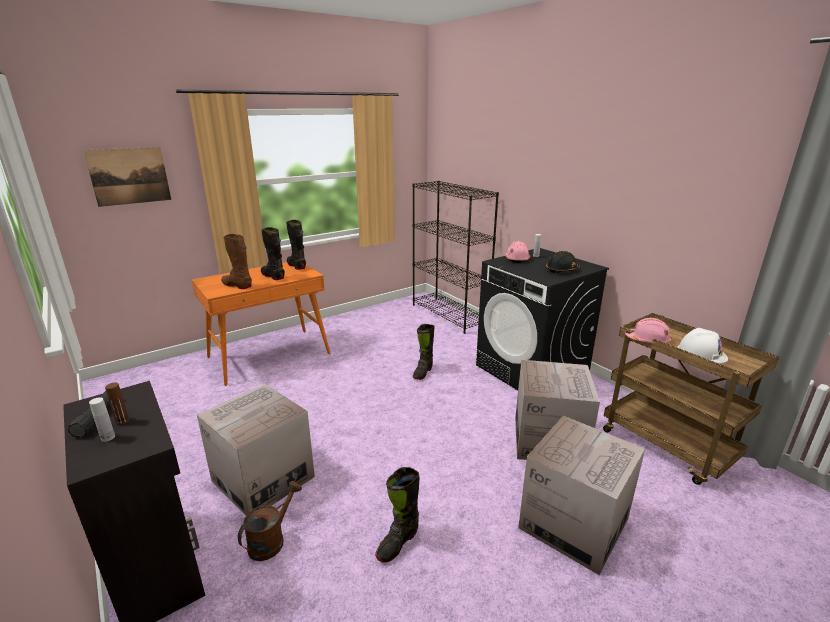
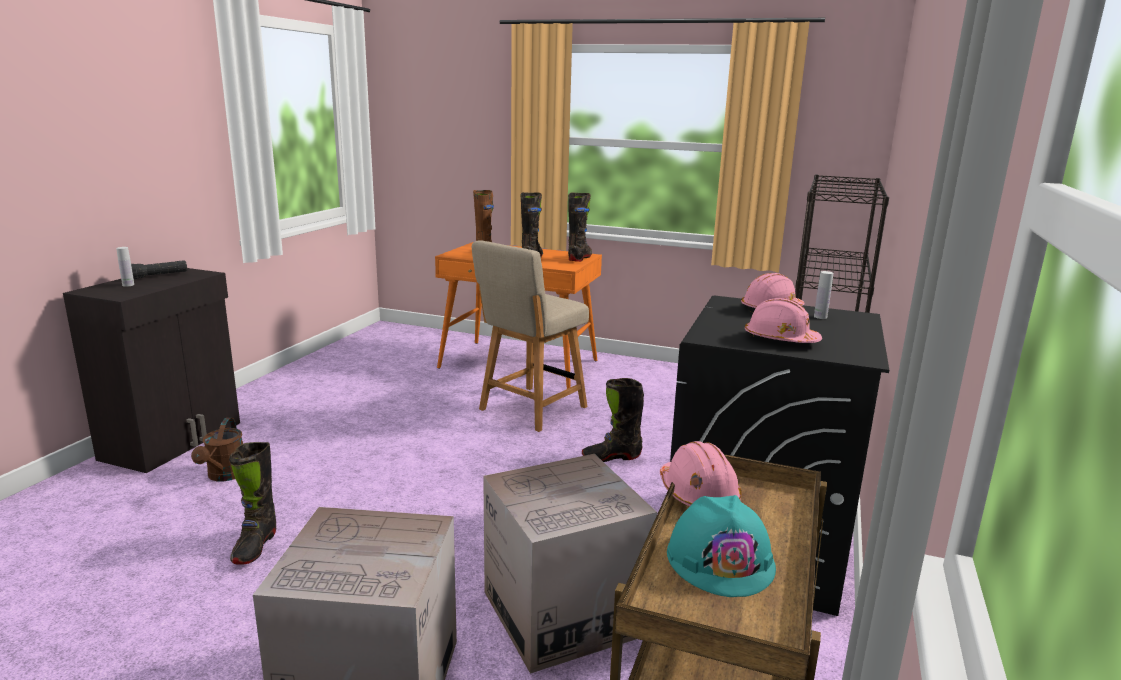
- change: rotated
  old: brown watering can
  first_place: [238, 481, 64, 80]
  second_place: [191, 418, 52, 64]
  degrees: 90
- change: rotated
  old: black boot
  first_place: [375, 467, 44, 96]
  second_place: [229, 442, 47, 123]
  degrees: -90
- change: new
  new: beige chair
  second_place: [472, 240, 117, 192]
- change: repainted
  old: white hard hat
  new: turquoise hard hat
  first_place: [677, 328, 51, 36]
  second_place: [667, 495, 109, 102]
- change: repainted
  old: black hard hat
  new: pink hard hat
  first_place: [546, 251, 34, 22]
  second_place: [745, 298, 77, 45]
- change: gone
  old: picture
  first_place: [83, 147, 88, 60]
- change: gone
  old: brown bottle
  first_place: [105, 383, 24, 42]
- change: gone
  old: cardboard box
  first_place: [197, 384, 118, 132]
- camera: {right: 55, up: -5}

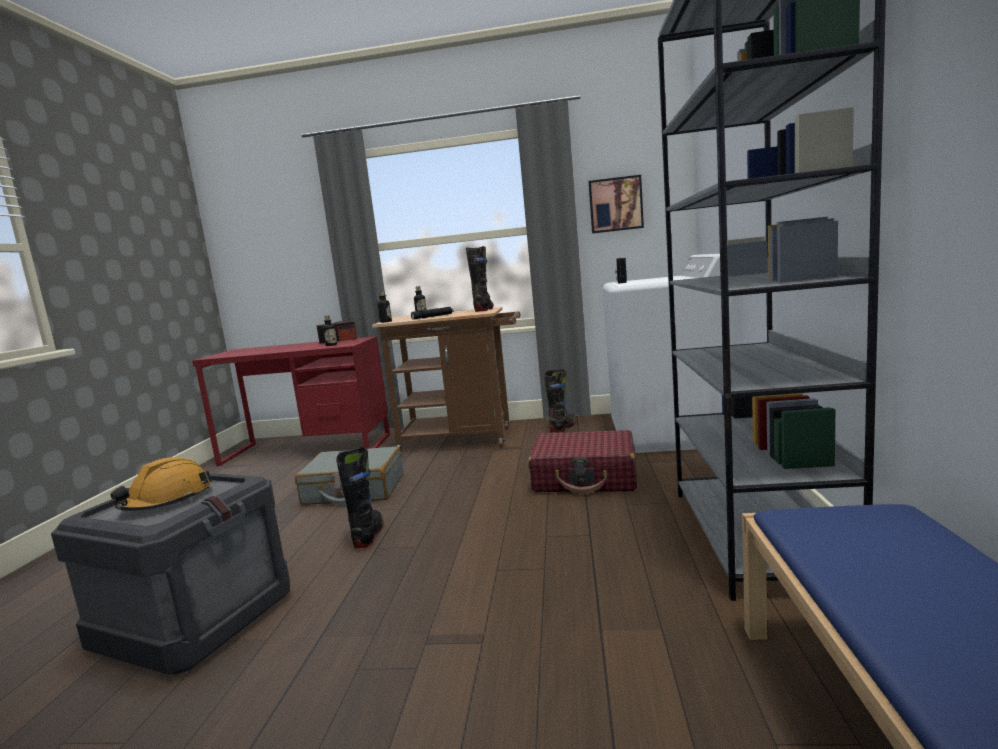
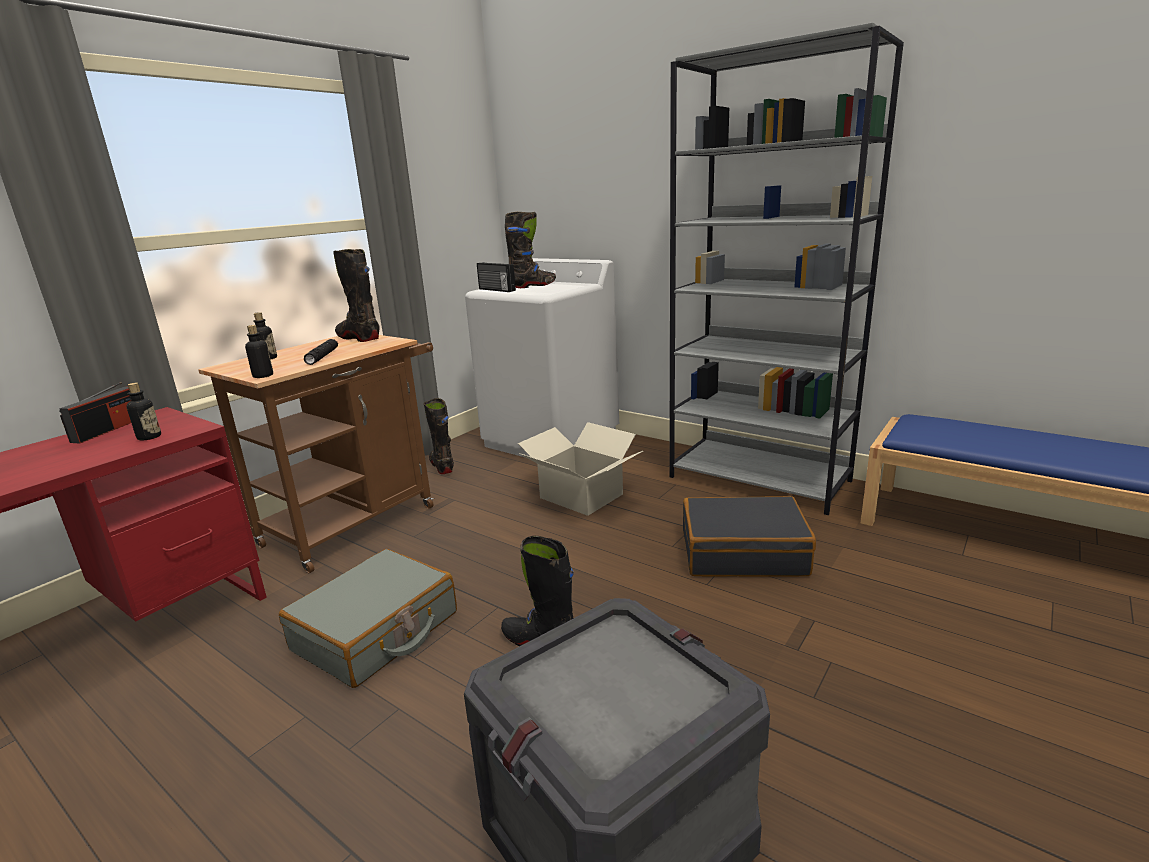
- change: new
  new: black boot
  second_place: [505, 212, 51, 76]
- change: swapped
  old: red suitcase
  new: cardboard box
  first_place: [528, 430, 109, 64]
  second_place: [518, 422, 125, 94]
- change: new
  new: black suitcase
  second_place: [683, 496, 133, 80]
- change: gone
  old: orange hard hat
  first_place: [110, 457, 102, 54]
- change: gone
  old: picture
  first_place: [589, 175, 55, 58]
- camera: {right: -60, up: 10}

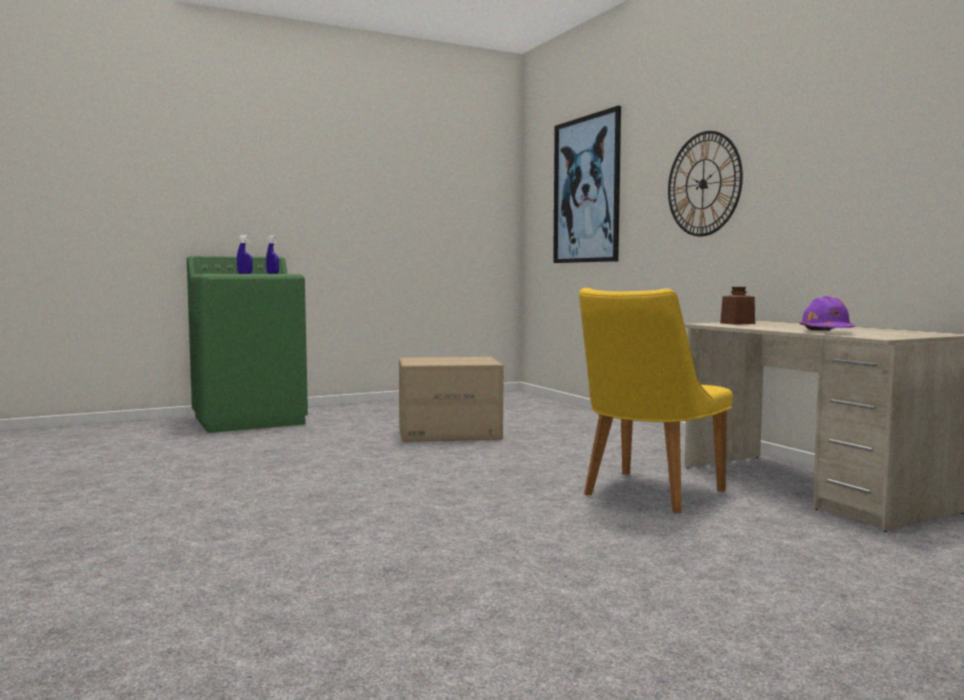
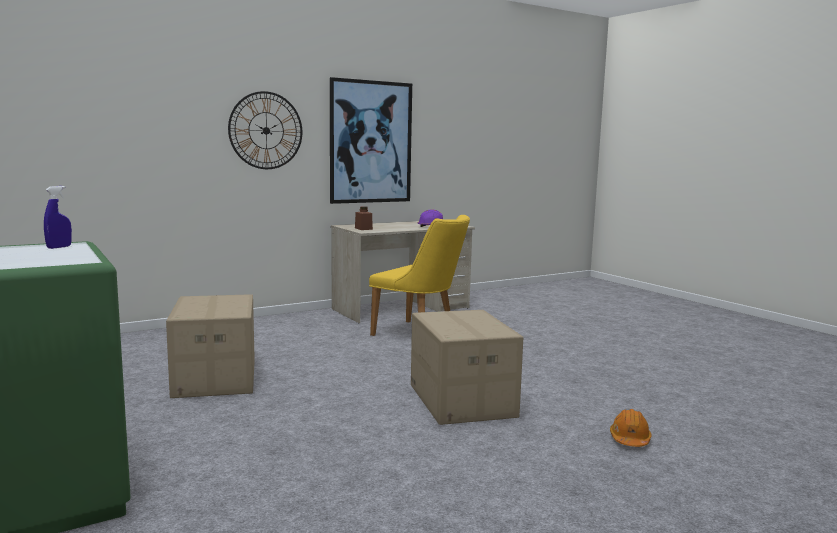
- change: shifted
  old: picture
  first_place: [553, 106, 68, 157]
  second_place: [330, 77, 82, 127]
- change: new
  new: cardboard box
  second_place: [411, 310, 112, 115]
- change: new
  new: orange hard hat
  second_place: [610, 409, 42, 38]
- change: gone
  old: blue spray bottle
  first_place: [237, 235, 16, 39]
- camera: {right: -95, up: 5}

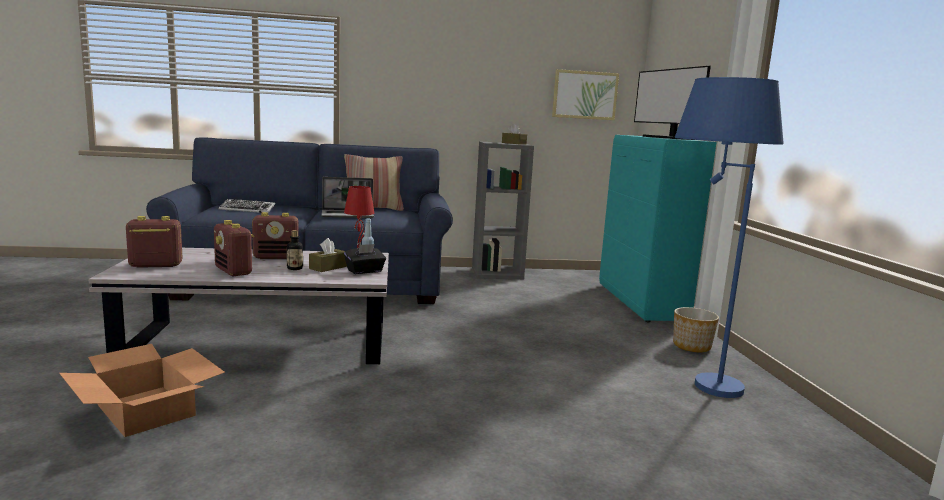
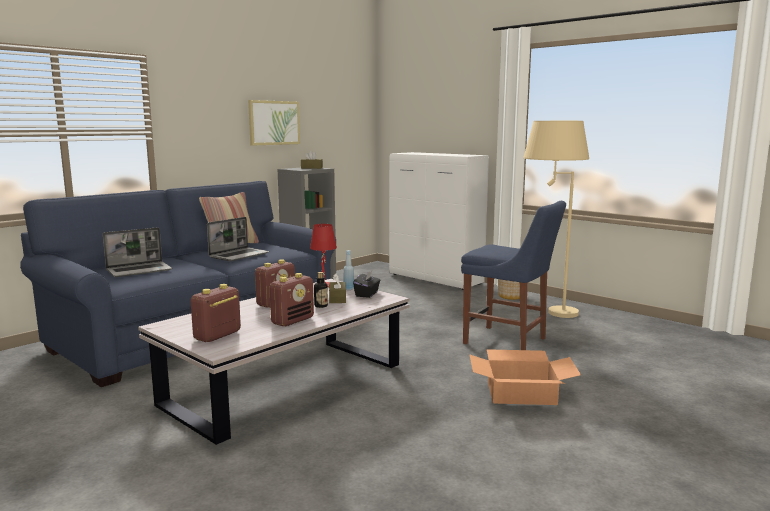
- change: swapped
  old: keyboard
  new: laptop
  first_place: [219, 199, 56, 14]
  second_place: [103, 227, 69, 50]
- change: shifted
  old: picture
  first_place: [552, 69, 67, 51]
  second_place: [248, 100, 52, 46]
- change: rotated
  old: radio
  first_place: [214, 220, 41, 56]
  second_place: [269, 273, 45, 53]
  degrees: -60
- change: repainted
  old: turquoise cabinet
  new: white cabinet
  first_place: [599, 135, 118, 188]
  second_place: [389, 152, 100, 138]
- change: new
  new: blue chair
  second_place: [461, 201, 105, 149]
- change: shifted
  old: cardboard box
  first_place: [59, 344, 166, 93]
  second_place: [469, 349, 112, 56]
- change: repainted
  old: blue floor lamp
  new: beige floor lamp
  first_place: [675, 77, 108, 321]
  second_place: [524, 121, 65, 197]
- change: gone
  old: monitor
  first_place: [634, 66, 77, 74]
- camera: {right: -40, up: 0}

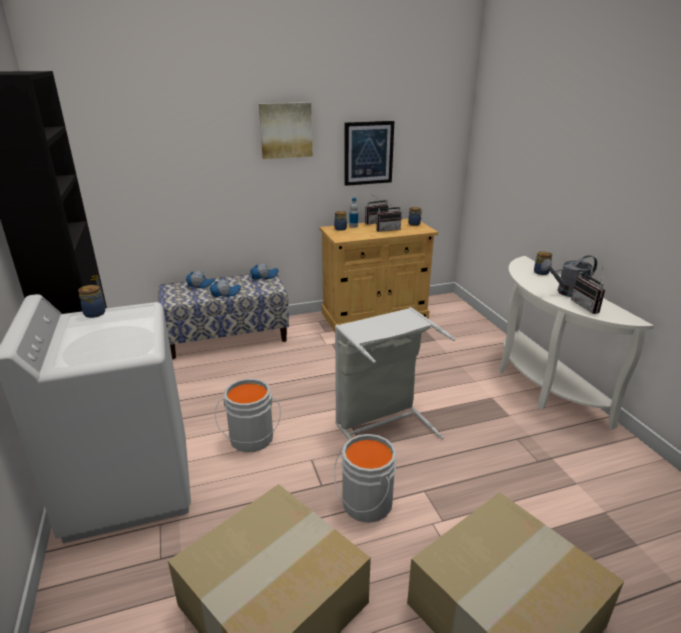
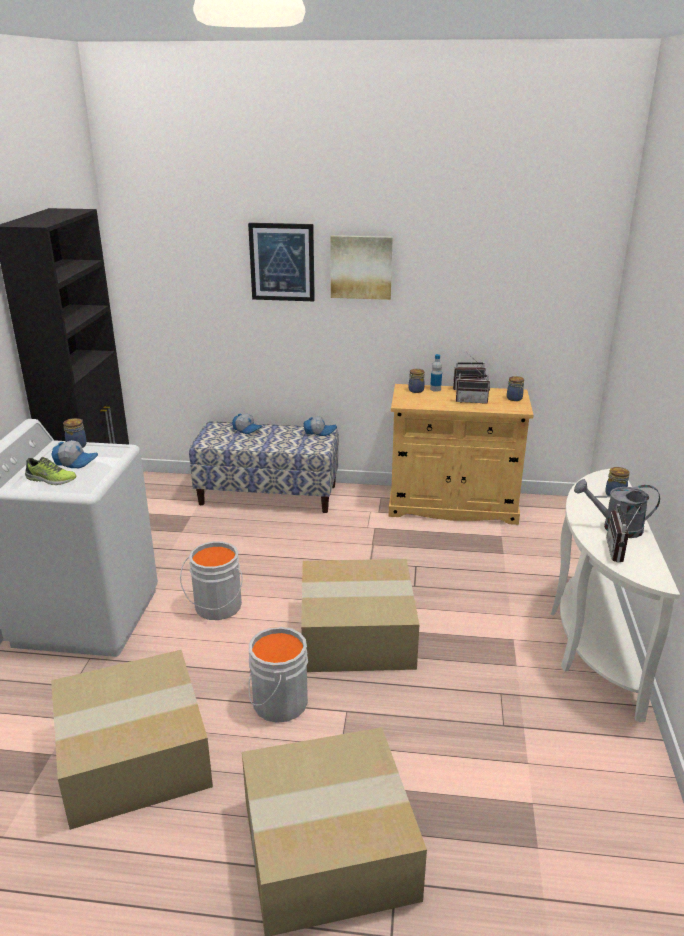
- change: new
  new: shoe
  second_place: [25, 457, 52, 28]
- change: shifted
  old: cap
  first_place: [210, 280, 31, 17]
  second_place: [51, 440, 47, 28]
- change: shifted
  old: picture
  first_place: [344, 121, 50, 65]
  second_place: [248, 223, 67, 78]
- change: swapped
  old: grey laundry basket
  new: cardboard box
  first_place: [335, 307, 120, 133]
  second_place: [301, 559, 118, 113]
- camera: {right: 25, up: 0}

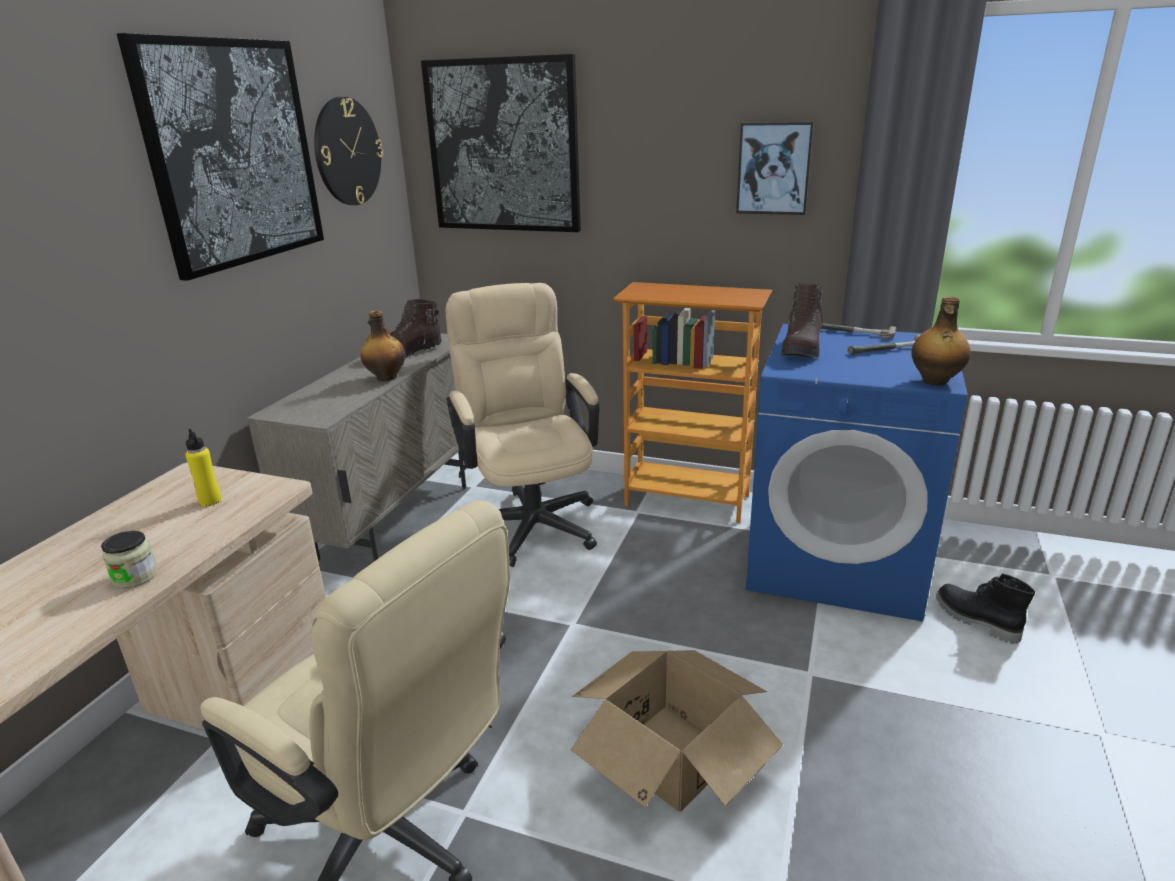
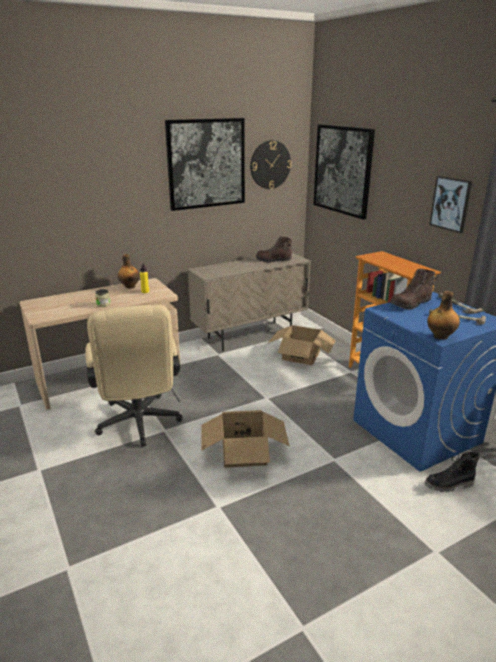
- change: shifted
  old: bottle
  first_place: [361, 311, 44, 70]
  second_place: [118, 254, 22, 35]
- change: swapped
  old: beige office chair
  new: cardboard box
  first_place: [446, 283, 154, 284]
  second_place: [268, 325, 68, 40]
- change: rotated
  old: black boot
  first_place: [936, 573, 99, 71]
  second_place: [425, 451, 55, 42]
  degrees: -105
- camera: {right: 40, up: 0}

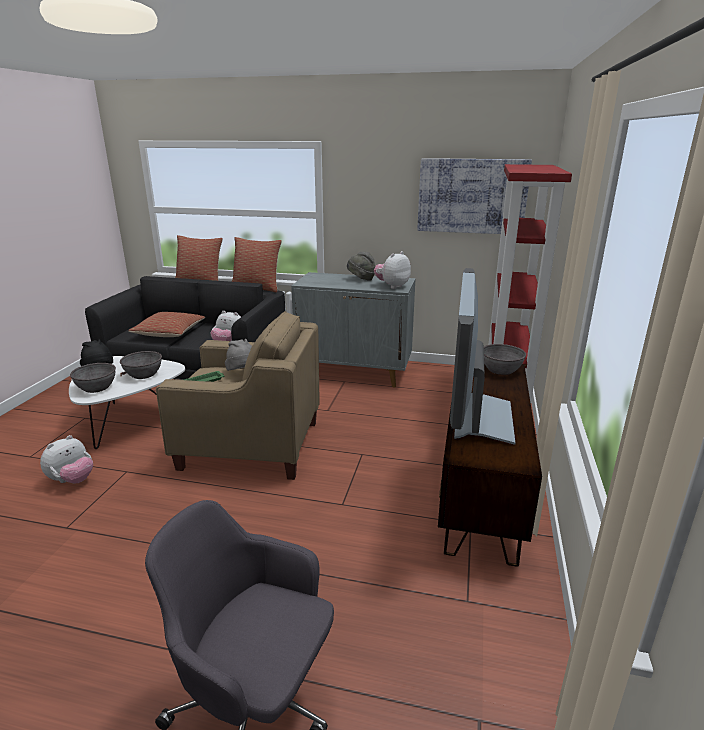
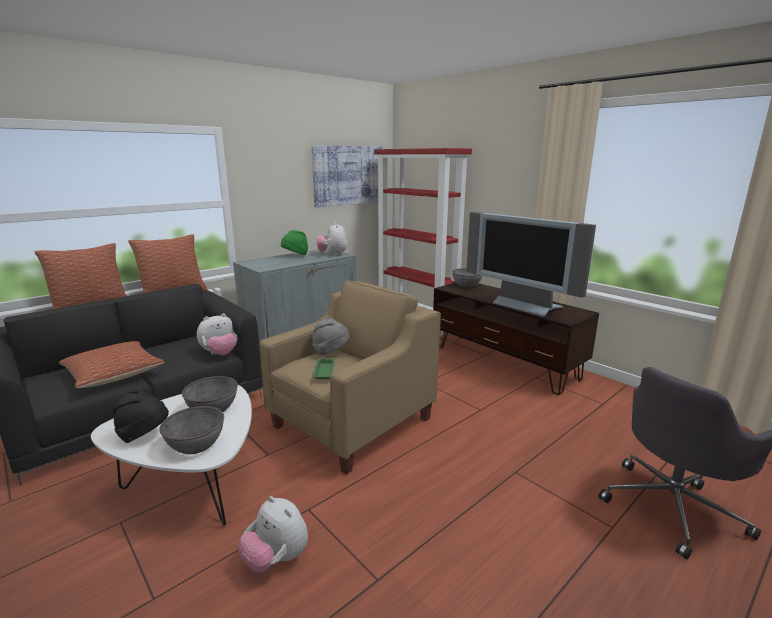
- change: rotated
  old: plush toy
  first_place: [40, 435, 53, 49]
  second_place: [238, 496, 70, 77]
  degrees: 150
- change: repainted
  old: grey hat
  new: green hat
  first_place: [347, 252, 28, 29]
  second_place: [281, 230, 27, 25]
- camera: {right: -55, up: -5}

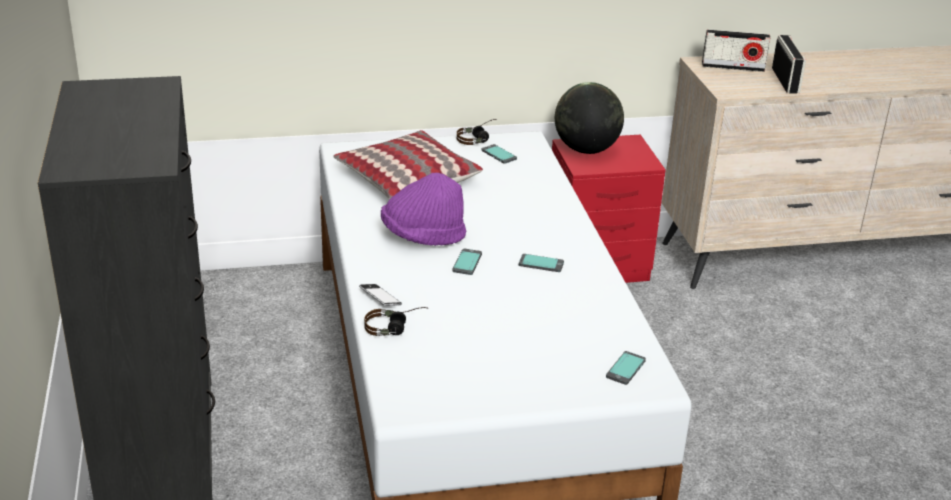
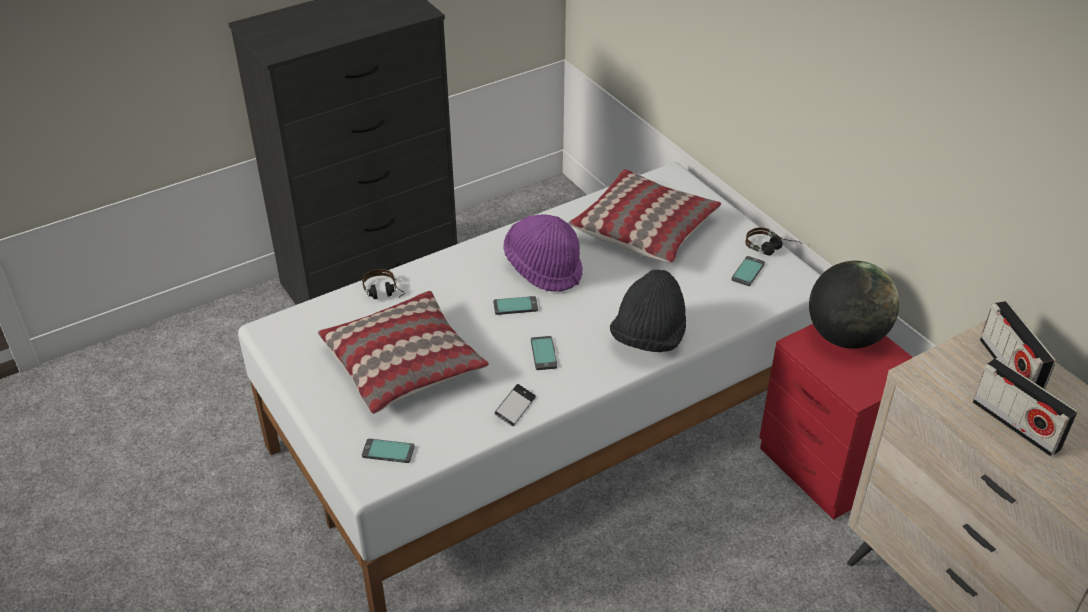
- change: new
  new: pillow
  second_place: [318, 291, 171, 123]
- change: shifted
  old: phone
  first_place: [359, 284, 43, 22]
  second_place: [494, 384, 42, 42]
- change: new
  new: black hat
  second_place: [610, 270, 76, 82]
- change: rotated
  old: radio
  first_place: [772, 35, 34, 59]
  second_place: [973, 358, 105, 99]
  degrees: 75
- camera: {right: 70, up: 10}

